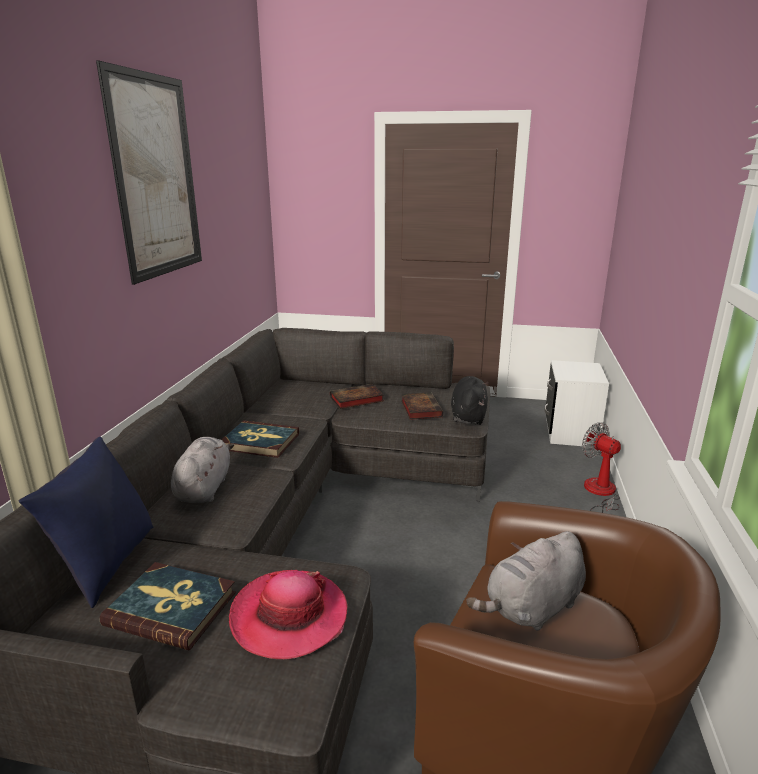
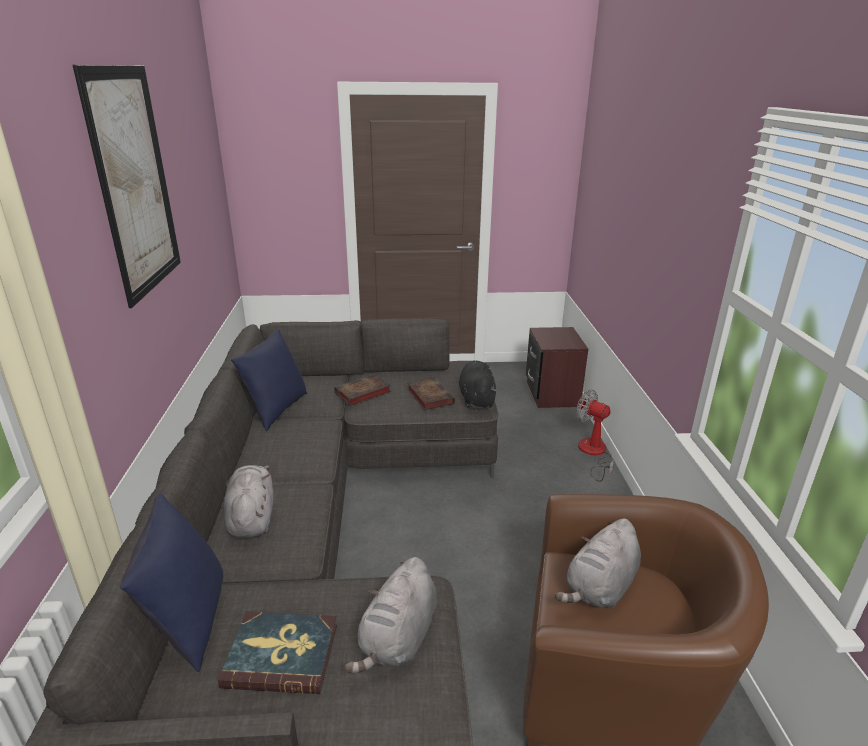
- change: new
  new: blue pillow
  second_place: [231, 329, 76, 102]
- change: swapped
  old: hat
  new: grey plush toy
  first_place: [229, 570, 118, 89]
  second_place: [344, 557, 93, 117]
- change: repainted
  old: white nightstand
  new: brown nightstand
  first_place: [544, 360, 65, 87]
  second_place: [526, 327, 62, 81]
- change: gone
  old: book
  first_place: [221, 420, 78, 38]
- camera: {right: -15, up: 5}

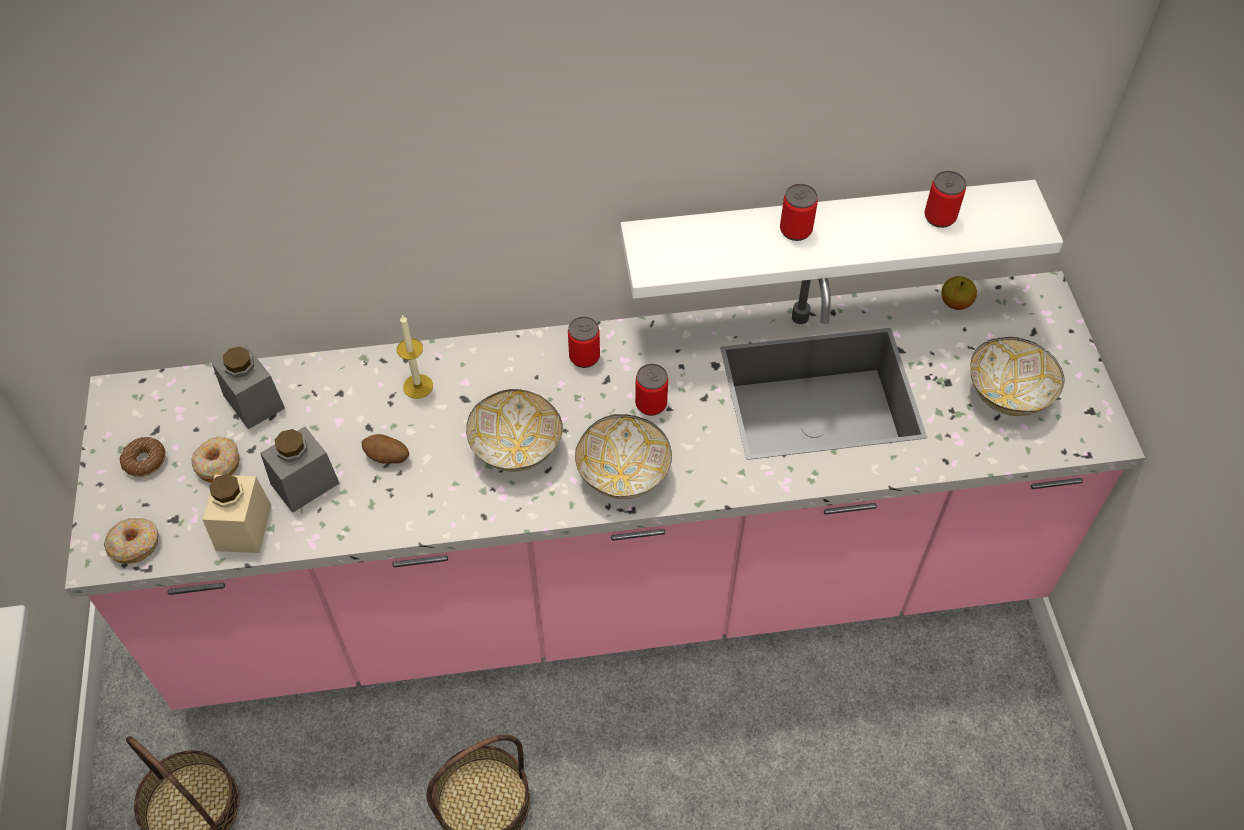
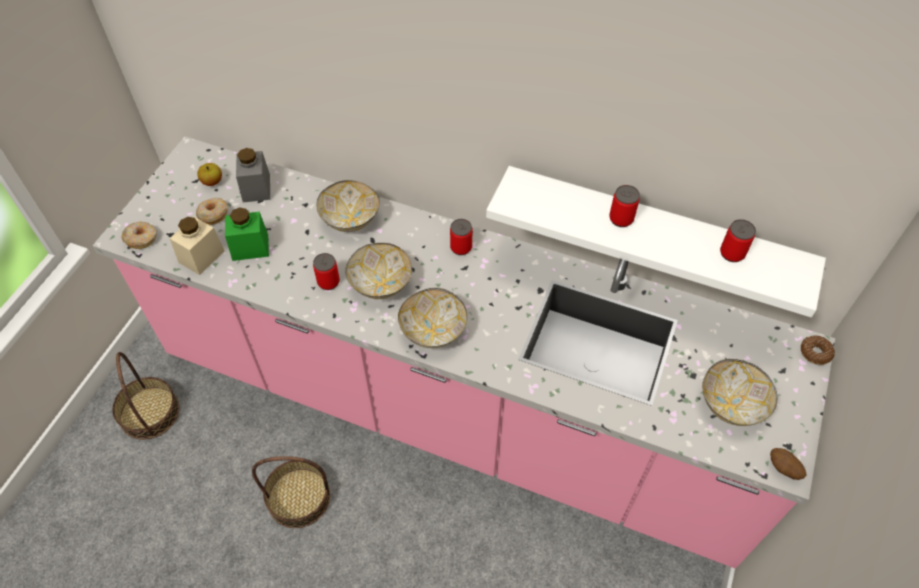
- change: shifted
  old: apple
  first_place: [941, 276, 36, 34]
  second_place: [197, 163, 25, 23]
- change: repainted
  old: grey jar
  new: green jar
  first_place: [260, 427, 80, 86]
  second_place: [225, 207, 44, 54]
- change: shifted
  old: can
  first_place: [635, 364, 33, 52]
  second_place: [313, 253, 27, 37]
- change: swapped
  old: candle
  new: bowl
  first_place: [397, 314, 36, 85]
  second_place: [316, 180, 64, 52]
- change: shifted
  old: potato
  first_place: [362, 434, 47, 30]
  second_place: [770, 448, 37, 32]
- change: shifted
  old: donut
  first_place: [120, 437, 46, 40]
  second_place: [801, 336, 34, 29]
- camera: {right: 30, up: 0}

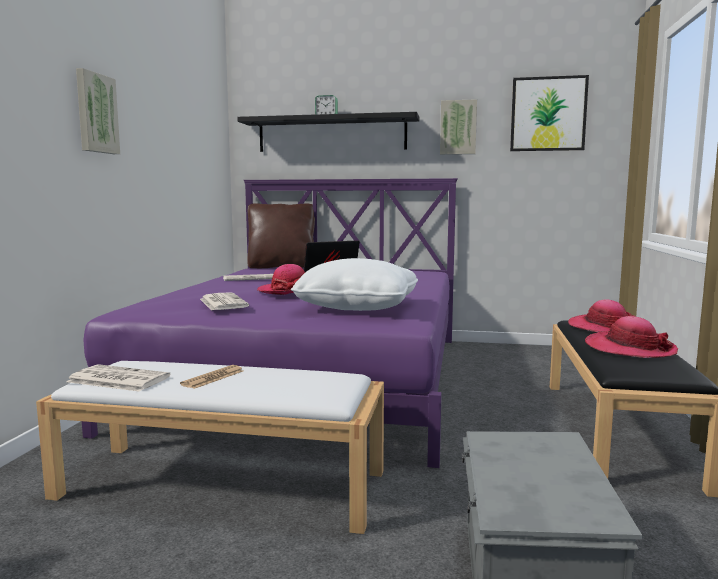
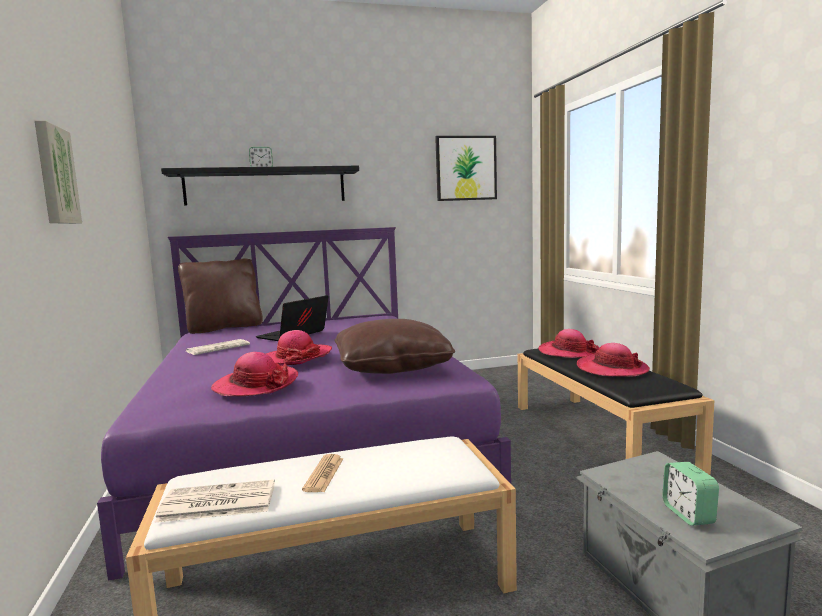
- change: swapped
  old: newspaper
  new: hat
  first_place: [200, 292, 49, 19]
  second_place: [211, 352, 87, 44]
- change: repainted
  old: white pillow
  new: brown pillow
  first_place: [291, 258, 127, 53]
  second_place: [335, 319, 120, 55]
- change: new
  new: alarm clock
  second_place: [662, 462, 57, 64]
- change: gone
  old: picture
  first_place: [440, 99, 37, 56]
- camera: {right: -25, up: 0}

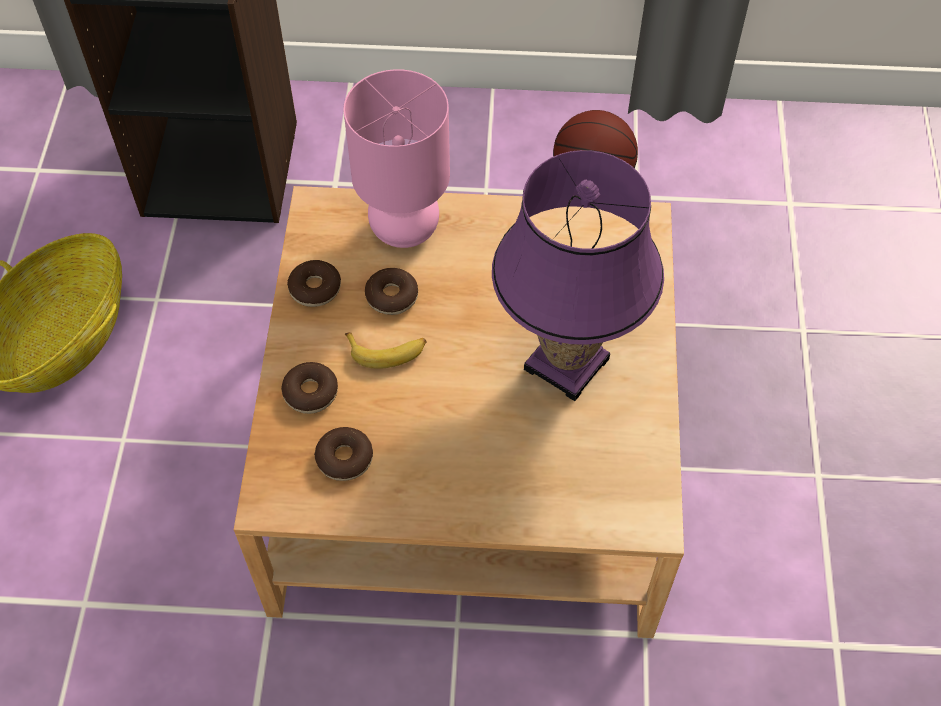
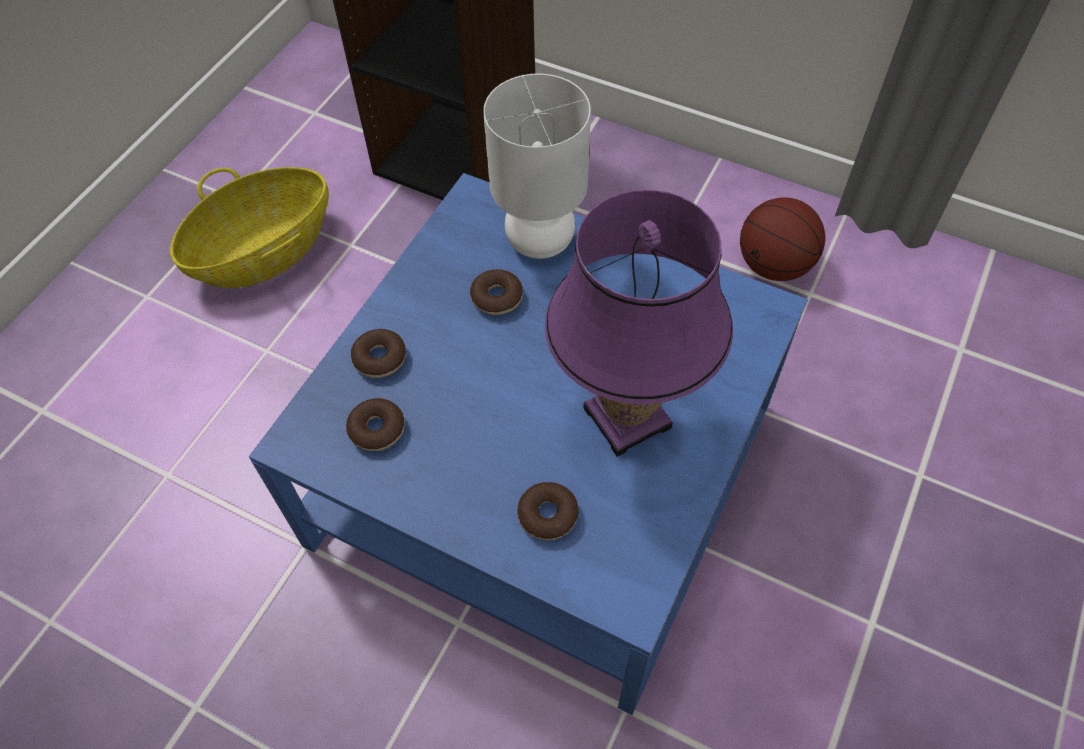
- change: repainted
  old: beige coffee table
  new: blue coffee table
  first_place: [234, 186, 450, 452]
  second_place: [249, 173, 559, 542]
- change: repainted
  old: pink table lamp
  new: white table lamp
  first_place: [343, 69, 107, 179]
  second_place: [483, 73, 108, 186]
- change: shifted
  old: donut
  first_place: [287, 260, 54, 47]
  second_place: [517, 482, 62, 58]
- change: gone
  old: banana
  first_place: [345, 332, 82, 37]
- camera: {right: 25, up: 0}

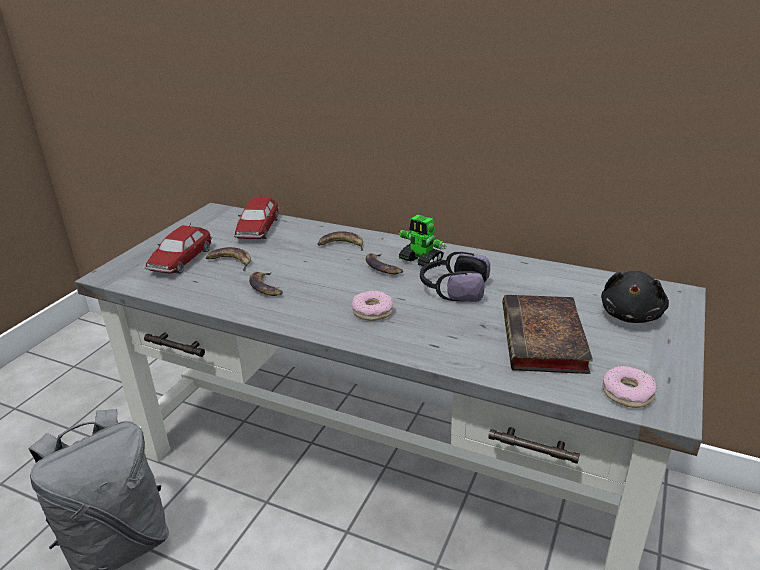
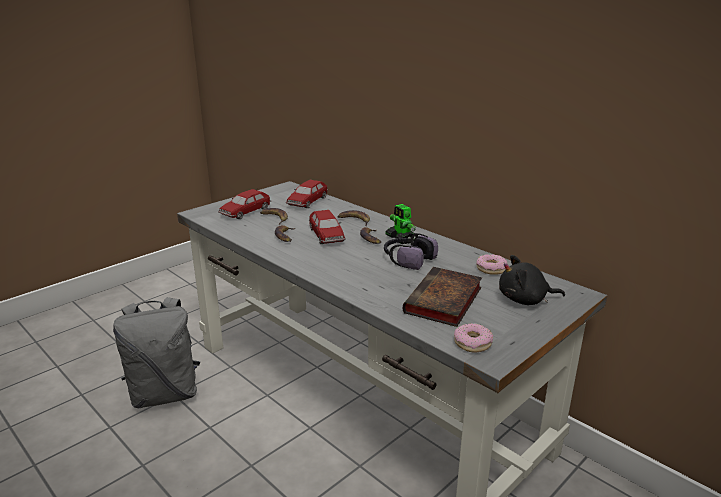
- change: new
  new: toy car
  second_place: [309, 210, 37, 34]
- change: shifted
  old: donut
  first_place: [352, 291, 41, 30]
  second_place: [476, 254, 31, 21]
- change: rotated
  old: black plush toy
  first_place: [601, 271, 68, 52]
  second_place: [499, 255, 66, 50]
  degrees: 45
- camera: {right: 20, up: -5}

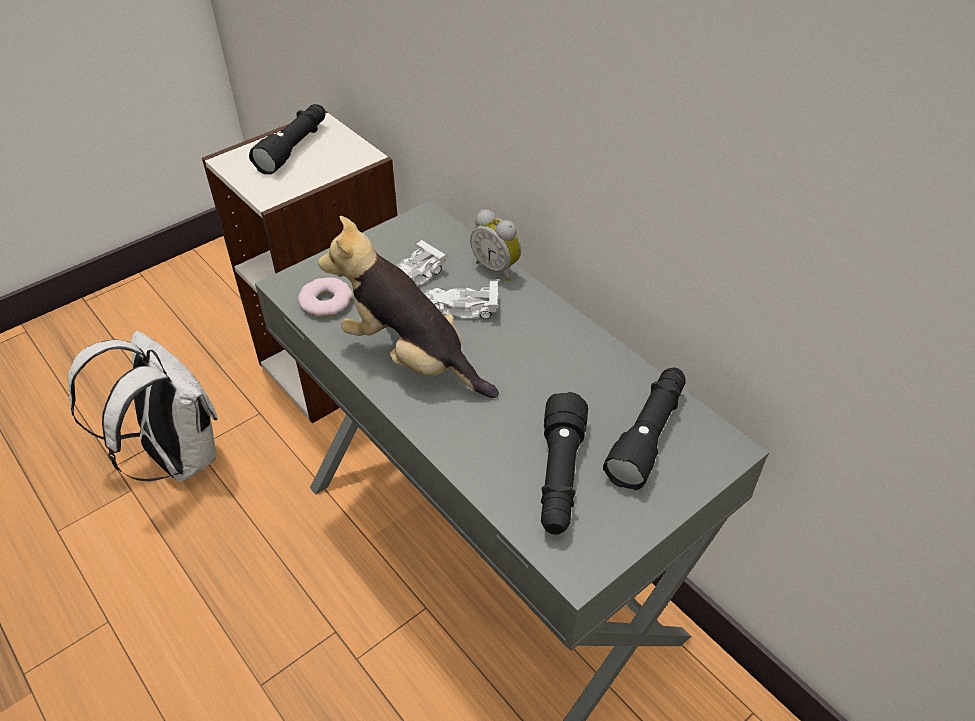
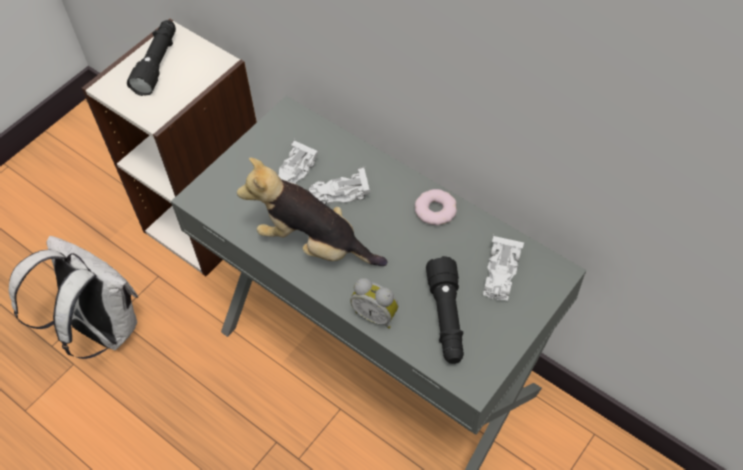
- change: shifted
  old: alarm clock
  first_place: [470, 210, 52, 71]
  second_place: [350, 278, 48, 51]
- change: shifted
  old: donut
  first_place: [298, 277, 55, 40]
  second_place: [415, 189, 42, 37]
- change: swapped
  old: black flashlight
  new: white toy car
  first_place: [603, 368, 83, 122]
  second_place: [483, 235, 41, 66]
- camera: {right: -10, up: 10}

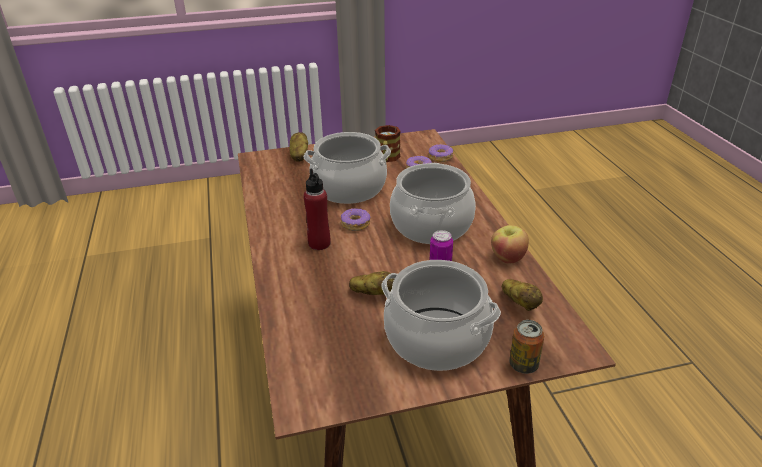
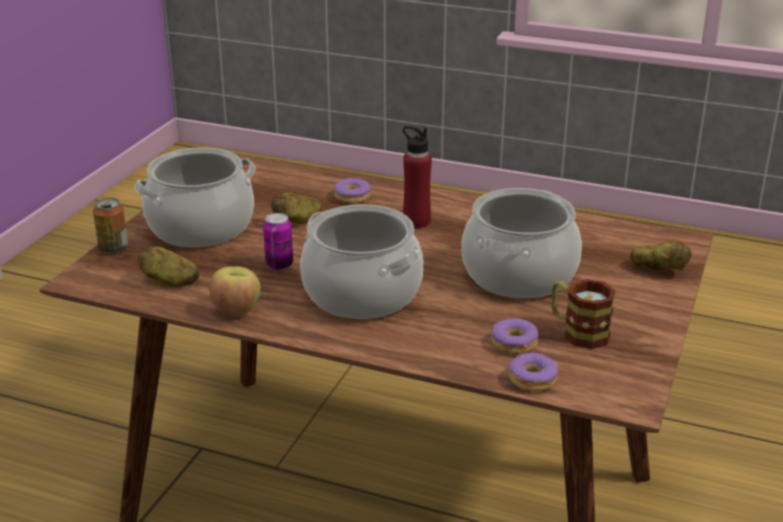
- change: shifted
  old: donut
  first_place: [341, 208, 29, 23]
  second_place: [334, 178, 37, 26]
- camera: {right: 125, up: -5}

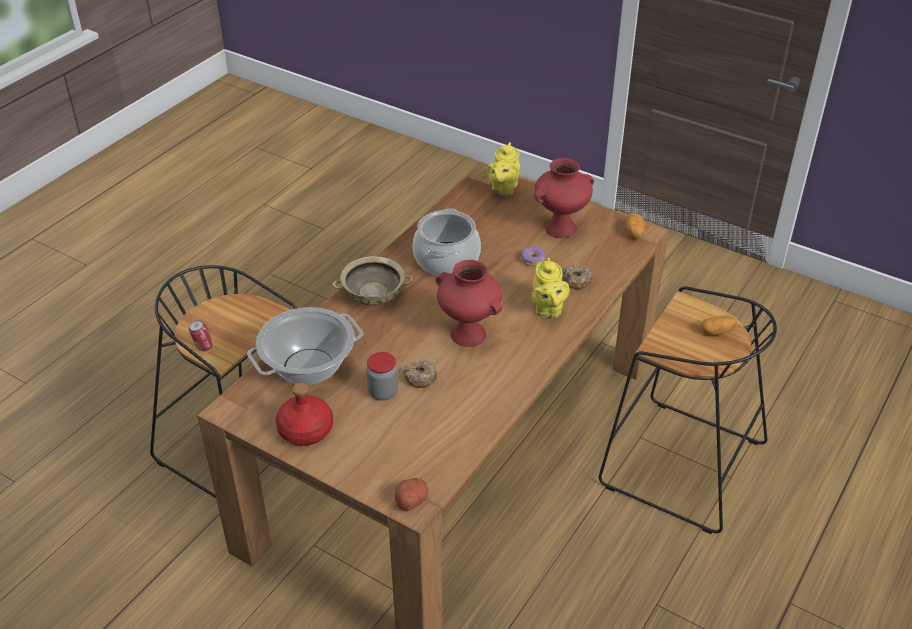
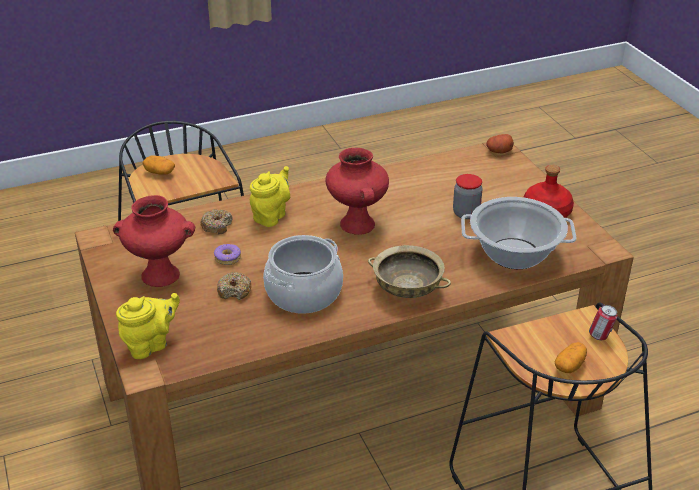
- change: shifted
  old: donut
  first_place: [403, 359, 35, 29]
  second_place: [217, 272, 34, 28]
- change: shifted
  old: potato
  first_place: [626, 213, 19, 26]
  second_place: [555, 342, 32, 31]
- camera: {right: -145, up: -5}

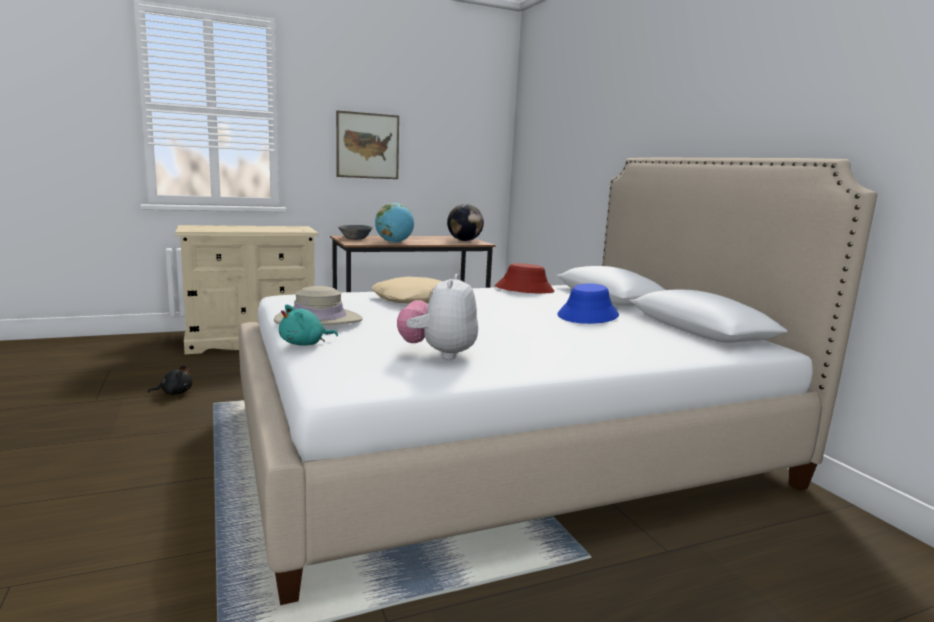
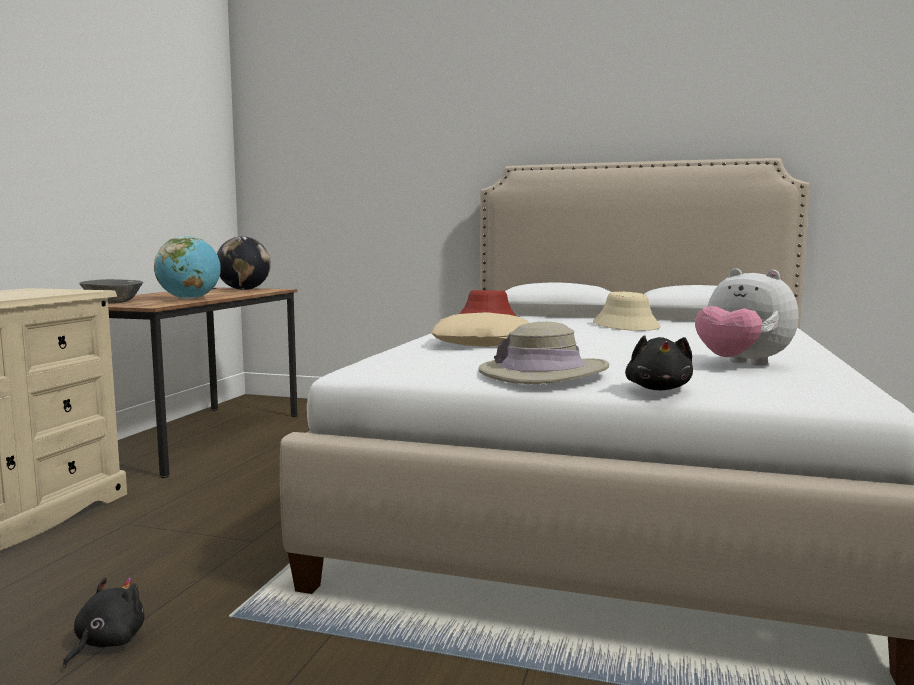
- change: repainted
  old: blue hat
  new: beige hat
  first_place: [557, 283, 62, 41]
  second_place: [593, 292, 68, 39]
- change: repainted
  old: turquoise plush toy
  new: black plush toy
  first_place: [279, 304, 59, 42]
  second_place: [625, 335, 68, 55]
- change: gone
  old: picture
  first_place: [336, 111, 63, 68]
- camera: {right: -50, up: -5}

